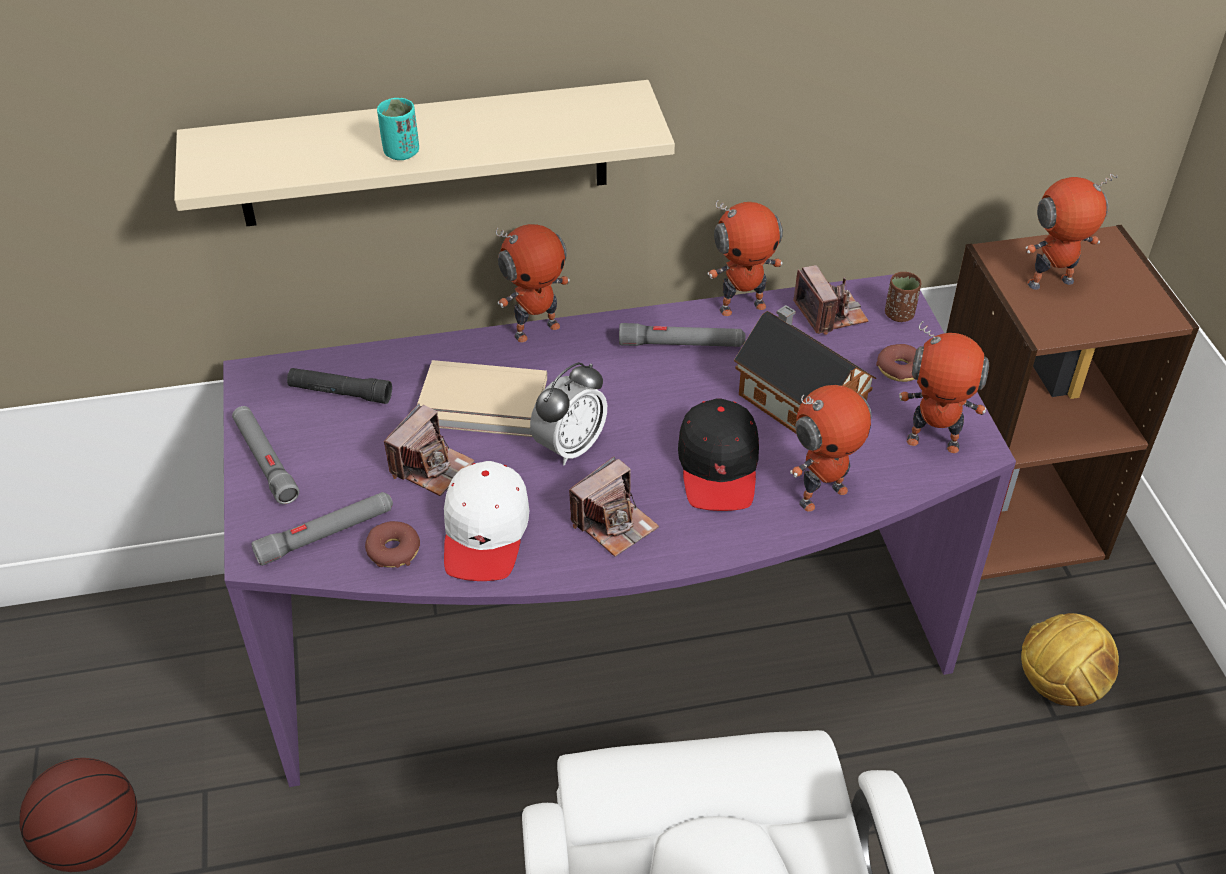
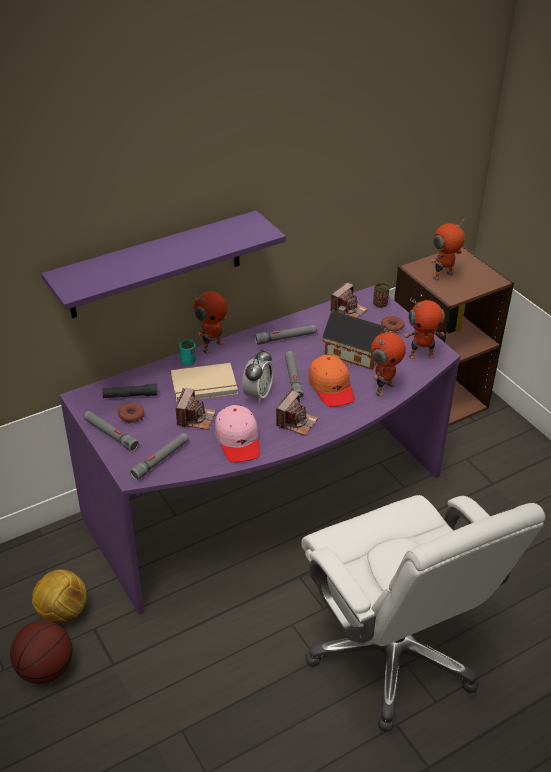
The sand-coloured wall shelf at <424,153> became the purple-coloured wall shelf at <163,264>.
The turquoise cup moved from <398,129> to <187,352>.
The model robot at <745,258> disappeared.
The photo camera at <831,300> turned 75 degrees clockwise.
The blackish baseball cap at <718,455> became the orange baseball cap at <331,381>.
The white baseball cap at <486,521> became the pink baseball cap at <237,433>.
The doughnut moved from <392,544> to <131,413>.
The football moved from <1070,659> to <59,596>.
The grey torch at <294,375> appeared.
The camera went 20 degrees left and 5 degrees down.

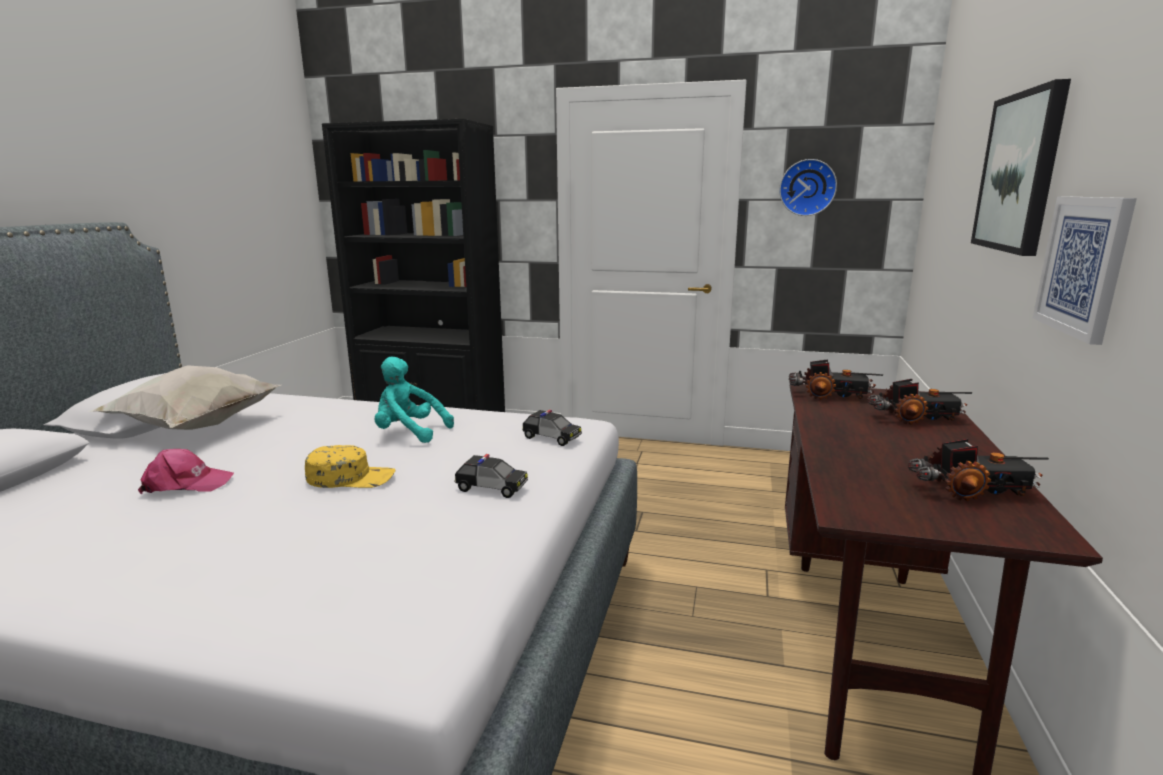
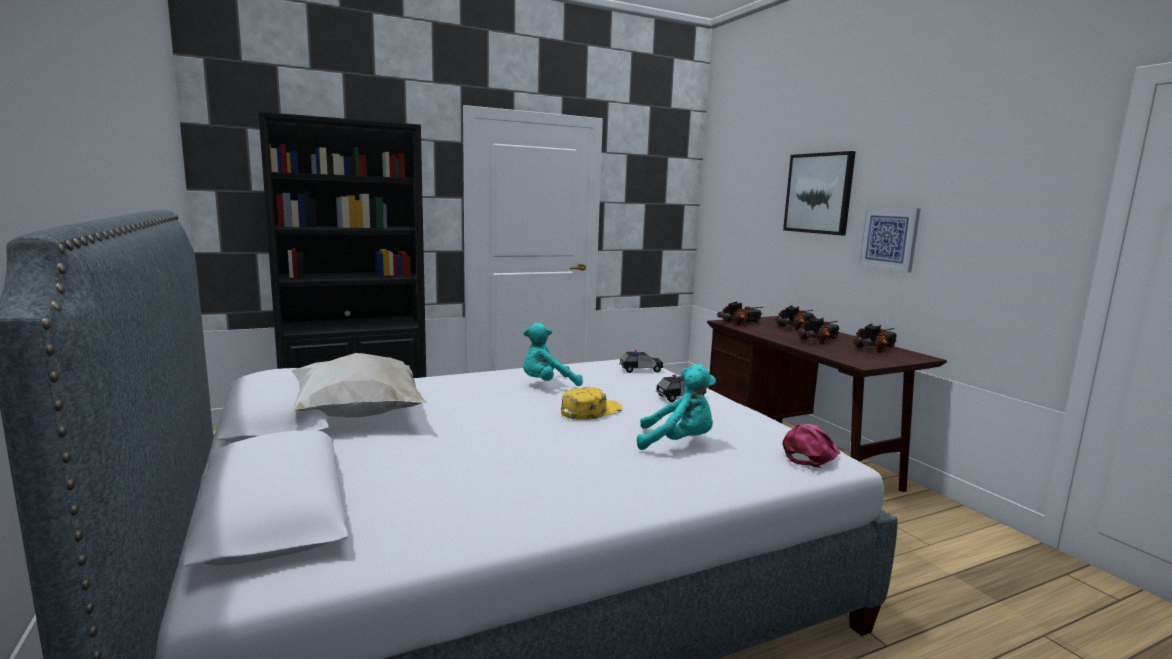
The clock on the wall at <808,187> disappeared.
The pink baseball cap moved from <186,472> to <811,446>.
The toy lorry at <818,330> appeared.
The turquoise soft toy at <676,407> appeared.
The camera went 40 degrees left and 5 degrees down.

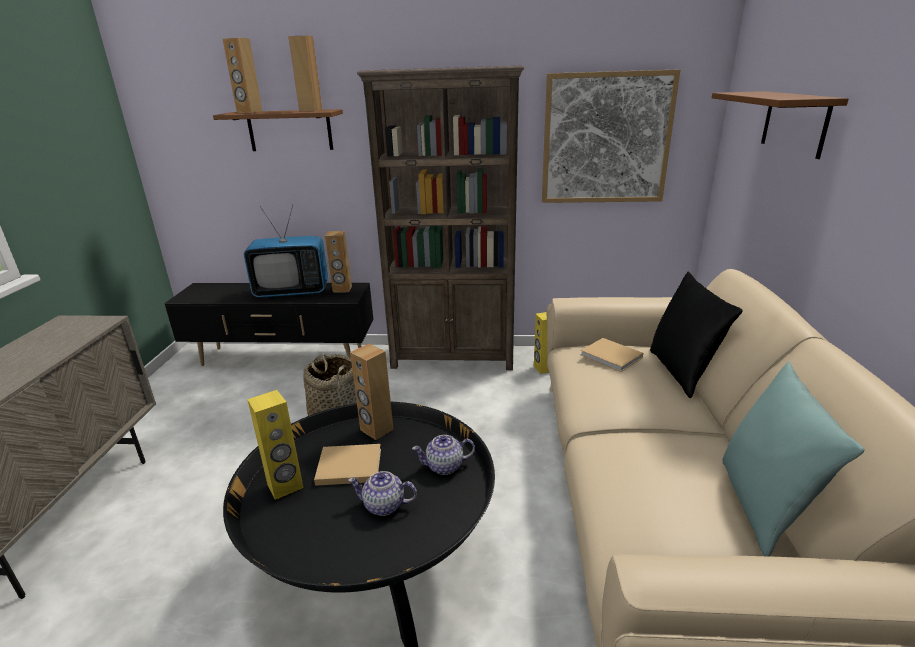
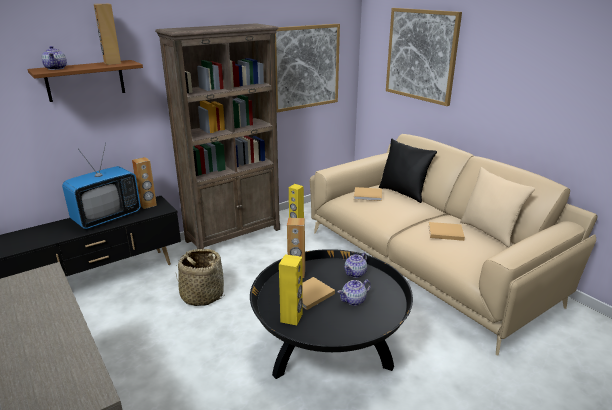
The brown-coloured speaker at <243,75> was replaced by the teapot at <54,58>.
The brown-coloured wall shelf at <780,125> was replaced by the picture at <424,57>.
The turquoise pillow at <793,459> became the sand-coloured pillow at <497,207>.
The sand-coloured book at <446,231> appeared.
The camera went 40 degrees left and 0 degrees up.

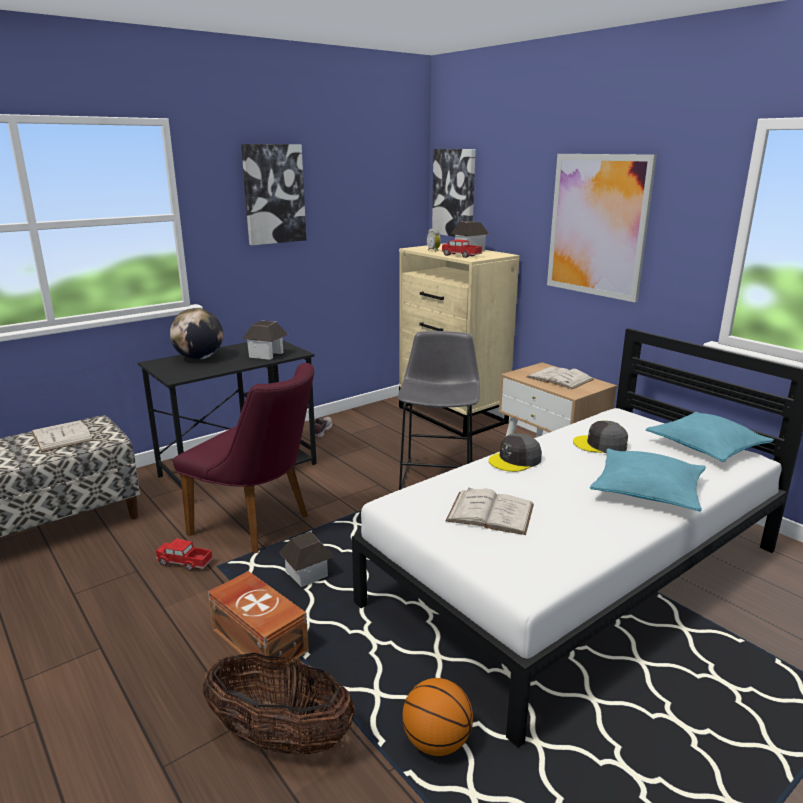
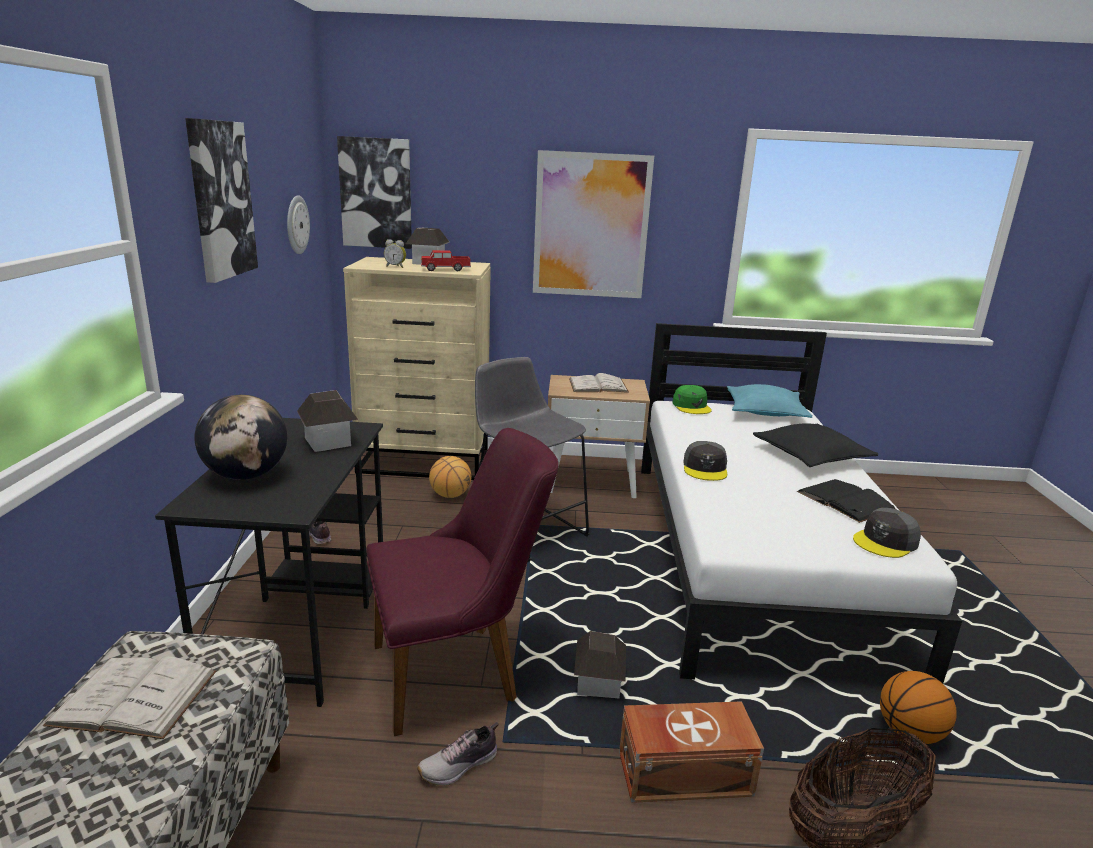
The grey baseball cap moved from <600,437> to <887,533>.
The turquoise pillow at <648,479> became the blackish pillow at <815,445>.
The white book at <490,511> disappeared.
The toy lorry at <185,554> was replaced by the shoe at <458,754>.
The clock on the wall at <298,224> appeared.
The green baseball cap at <692,399> appeared.
The ball for basketball at <450,477> appeared.
The blackish book at <847,501> appeared.
The camera went 50 degrees left and 0 degrees up.

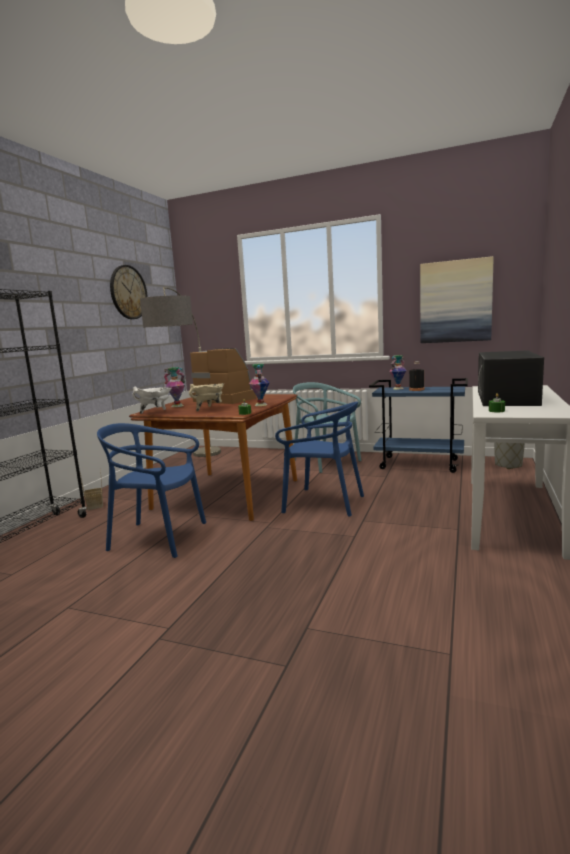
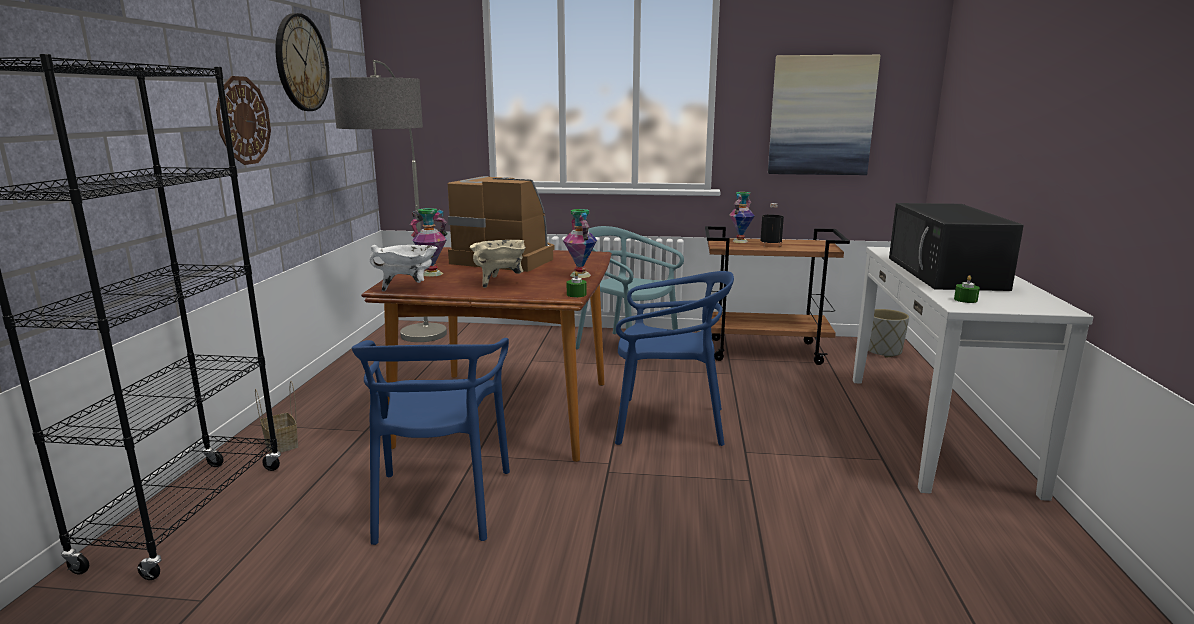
The blue cart at <418,425> became the brown-coloured cart at <777,295>.
The blue chair at <151,490> turned 90 degrees counterclockwise.
The clock on the wall at <243,120> appeared.
The camera went 15 degrees left and 5 degrees up.

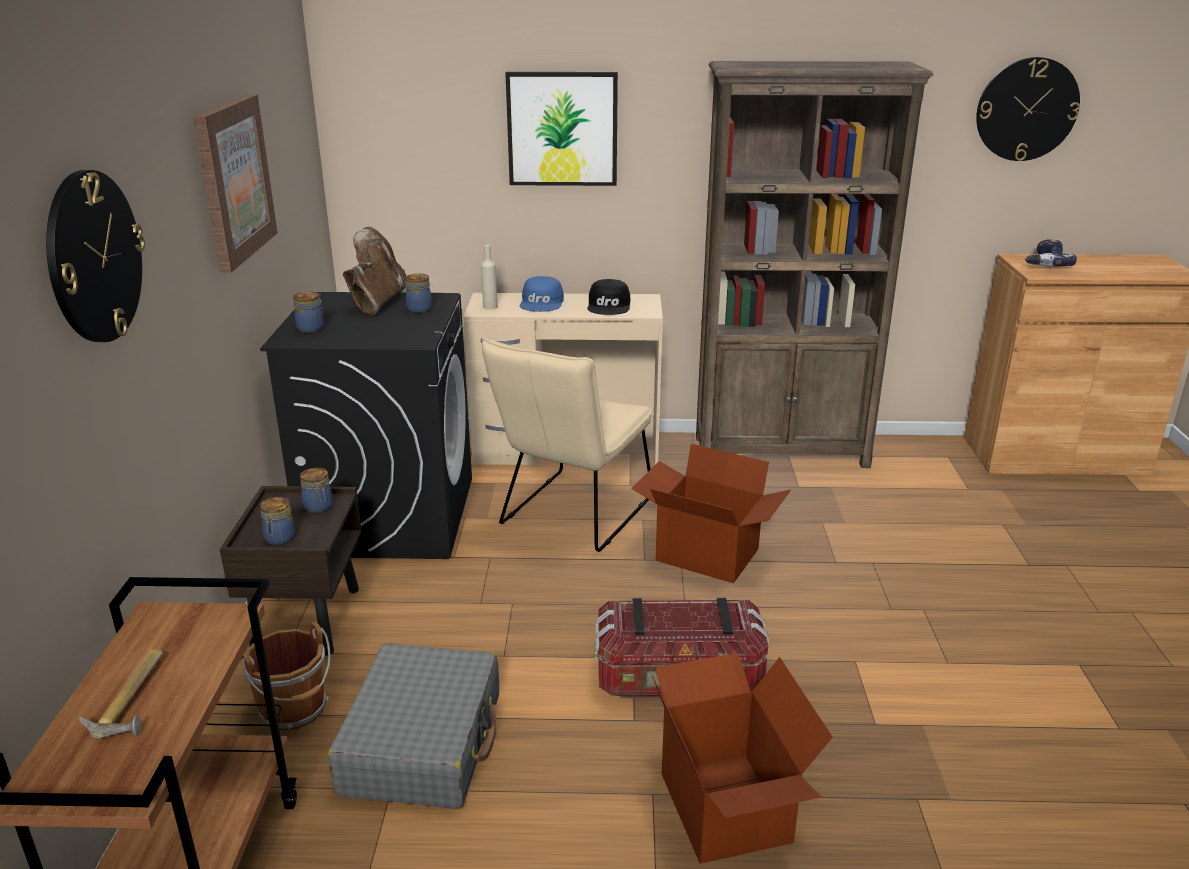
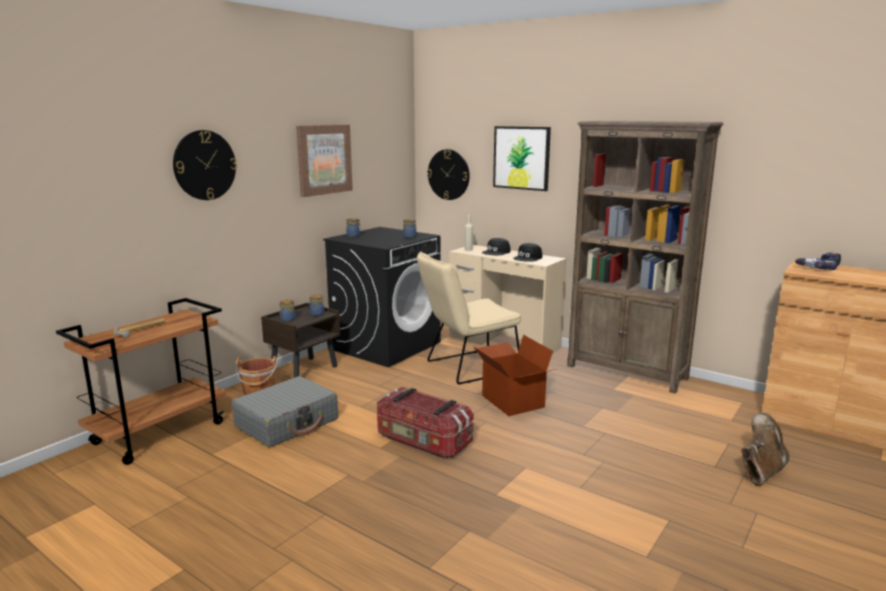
The clock on the wall moved from <1028,109> to <448,174>.
The brown-coloured boot moved from <374,271> to <765,449>.
The blue baseball cap at <542,294> became the blackish baseball cap at <496,246>.
The cardboard box at <742,758> disappeared.
The camera went 35 degrees right and 10 degrees down.

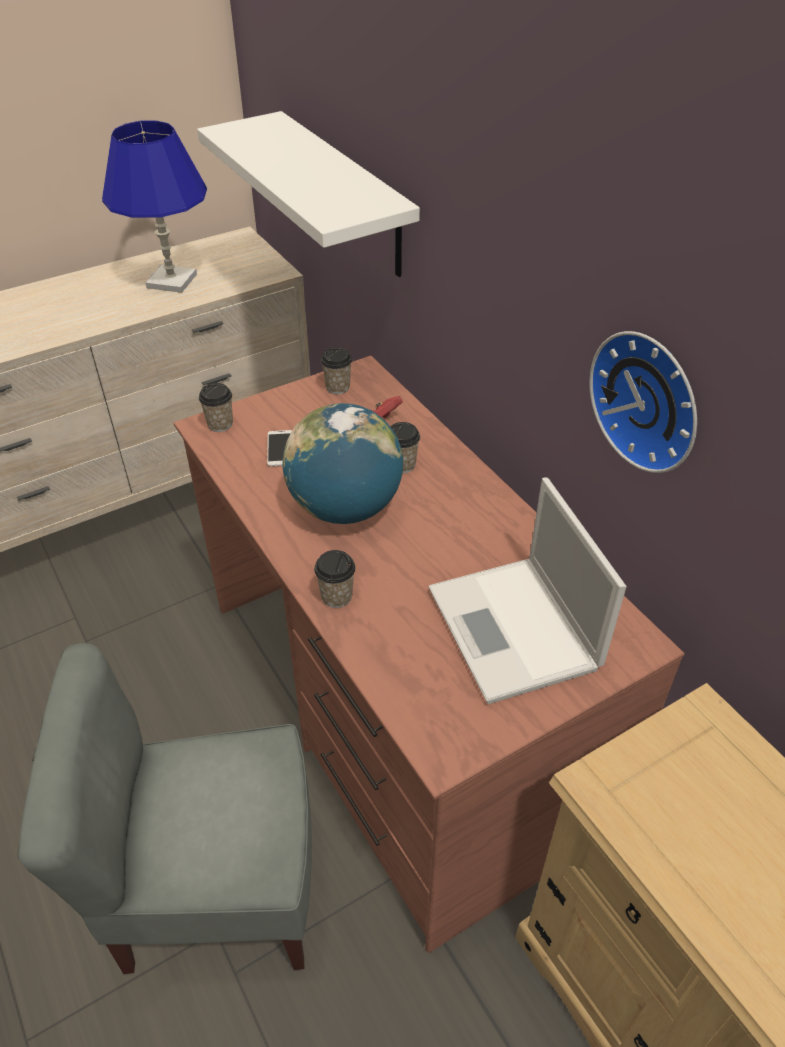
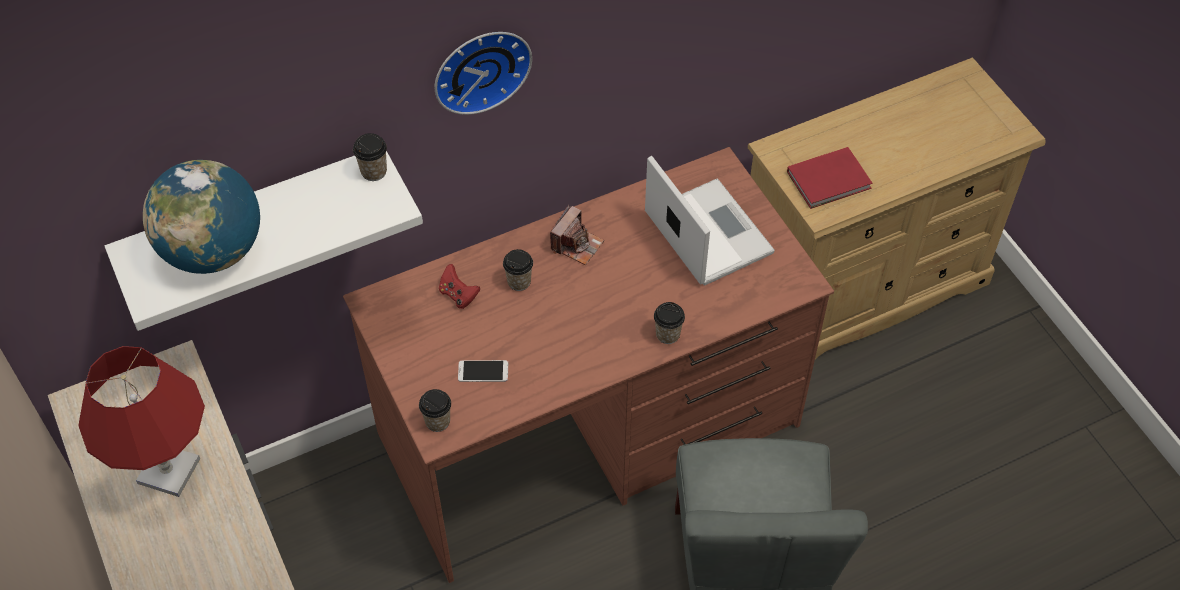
The blue table lamp at <154,206> became the red-coloured table lamp at <141,421>.
The clock on the wall moved from <643,402> to <483,73>.
The cup moved from <336,370> to <370,157>.
The world globe moved from <342,463> to <201,217>.
The laptop at <527,591> turned 105 degrees counterclockwise.
The red-coloured book at <830,178> appeared.
The photo camera at <577,235> appeared.
The camera went 85 degrees left and 10 degrees up.

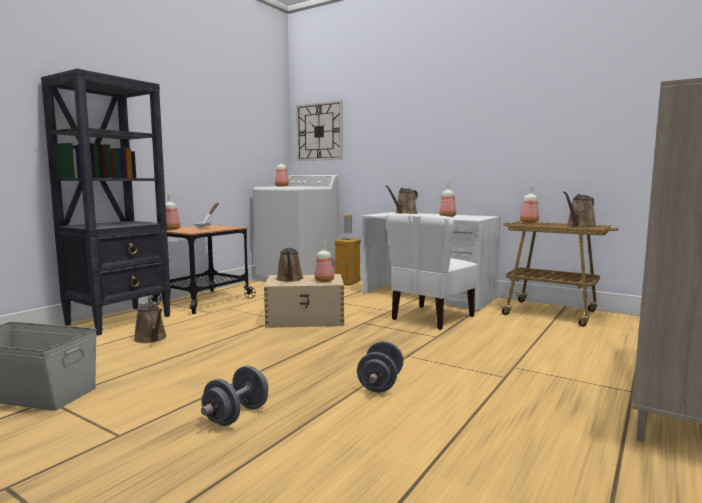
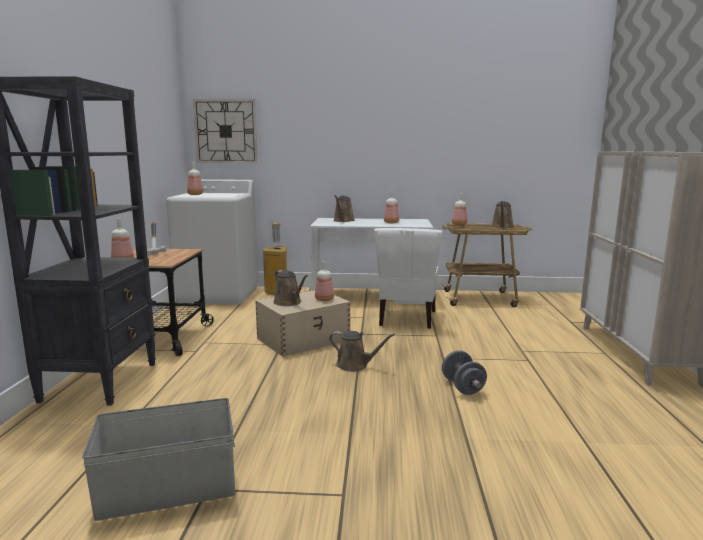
The brown-coloured sprinkling can moved from <150,323> to <362,351>.
The grey free weight at <234,396> disappeared.
The camera went 30 degrees left and 5 degrees up.

